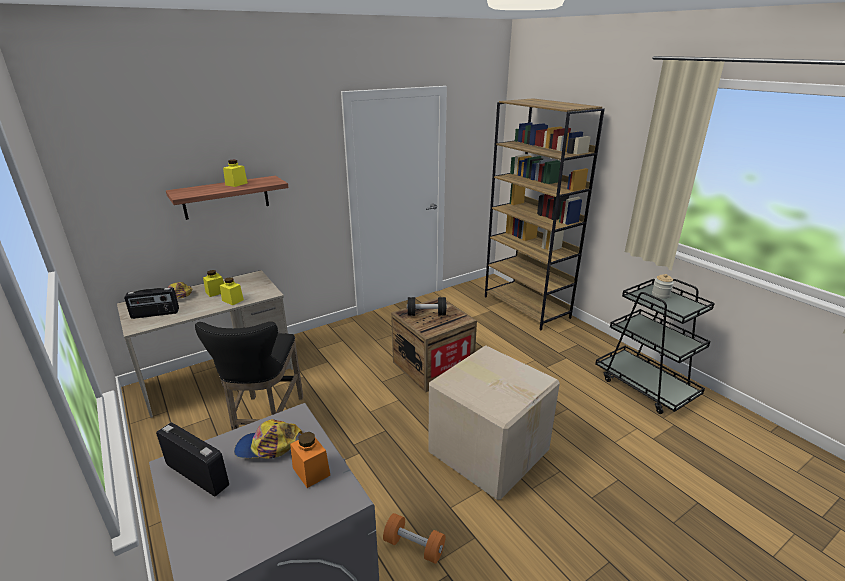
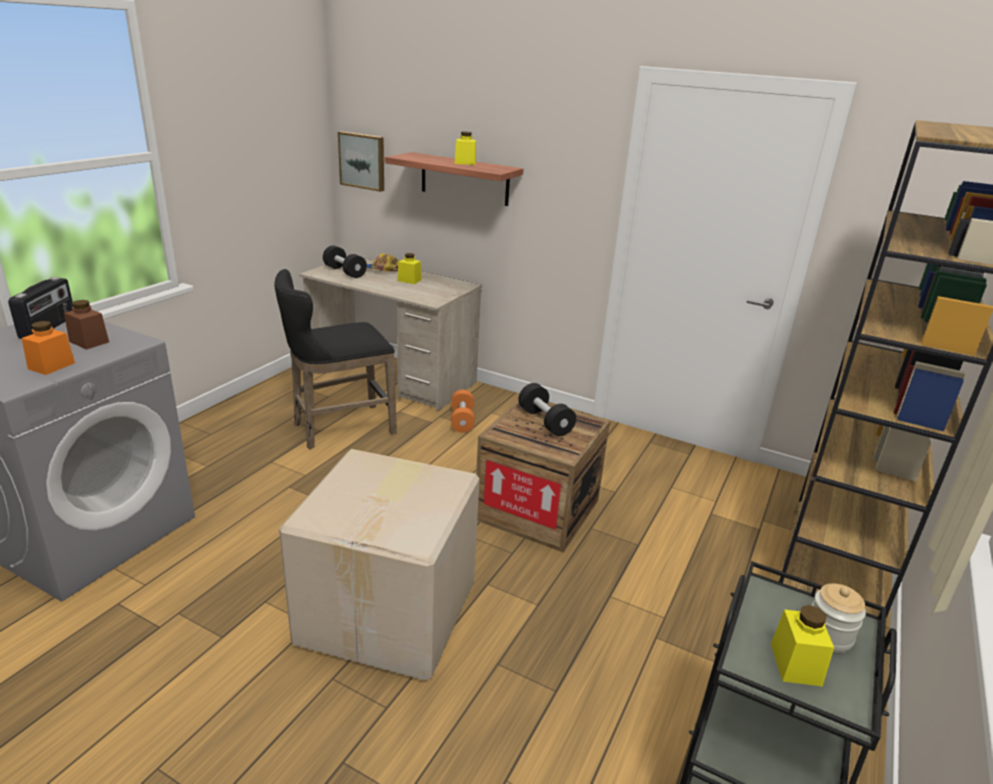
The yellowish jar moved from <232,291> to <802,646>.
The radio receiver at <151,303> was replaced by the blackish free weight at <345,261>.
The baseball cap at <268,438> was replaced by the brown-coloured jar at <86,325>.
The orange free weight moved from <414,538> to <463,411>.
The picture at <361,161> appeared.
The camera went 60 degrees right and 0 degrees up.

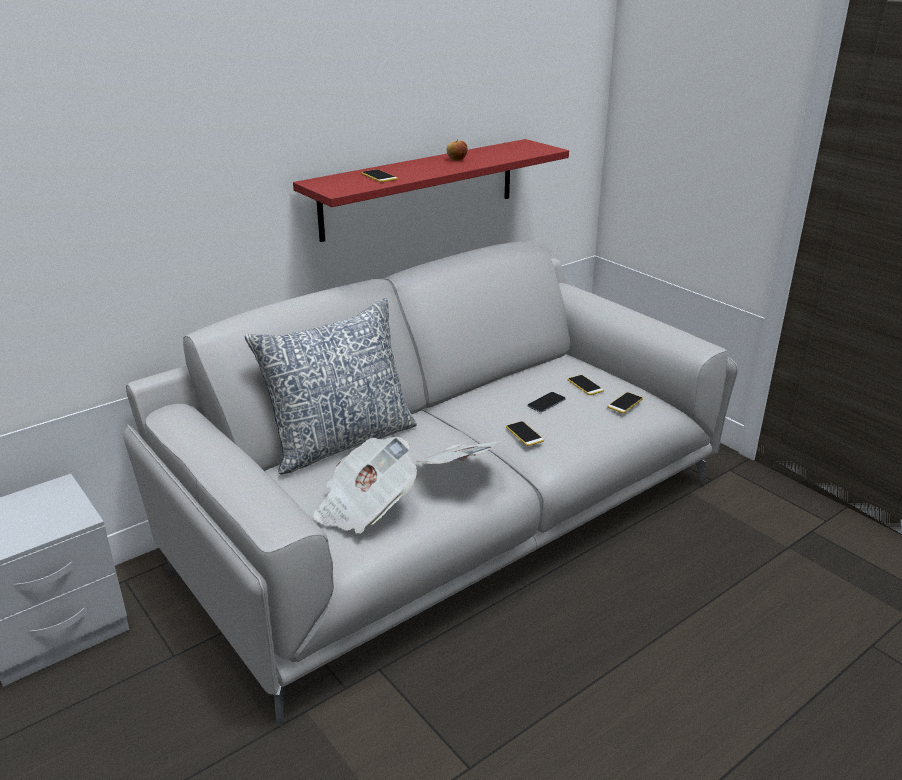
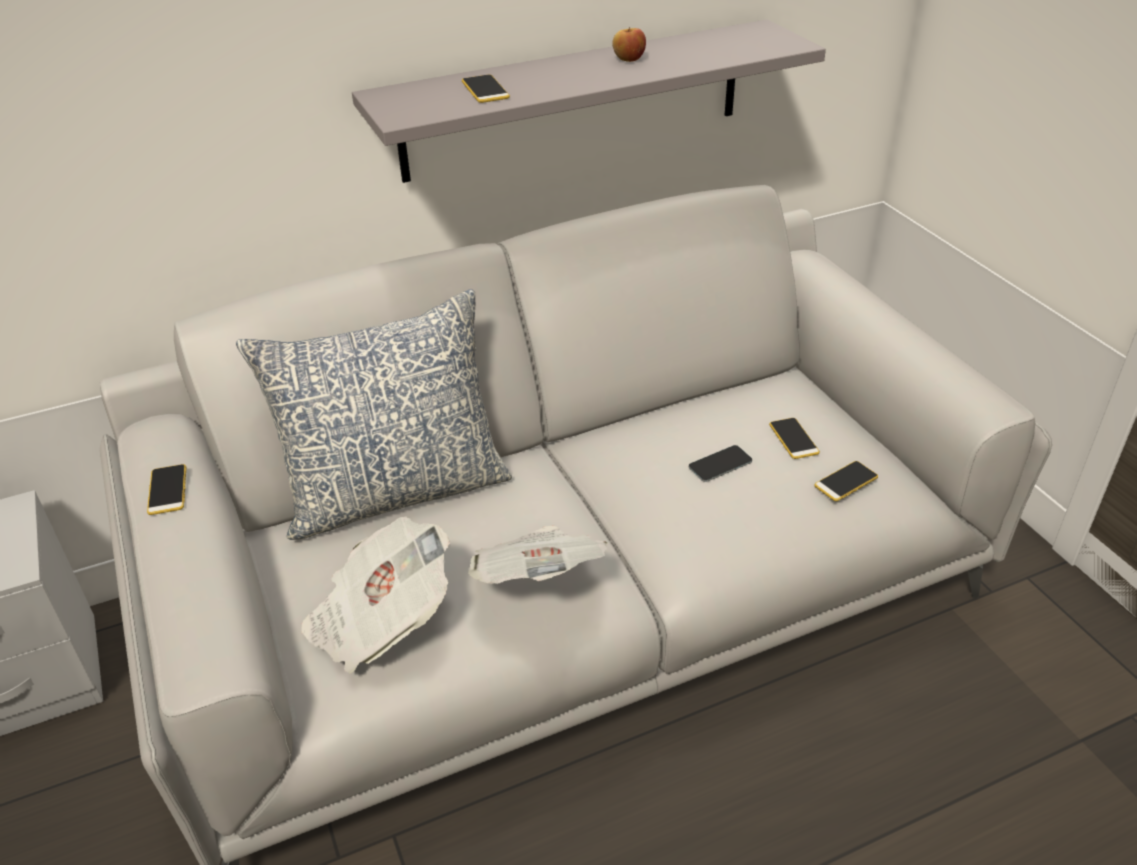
The red-coloured wall shelf at <431,190> became the grey wall shelf at <589,101>.
The phone moved from <525,433> to <166,489>.
The camera went 15 degrees right and 10 degrees up.

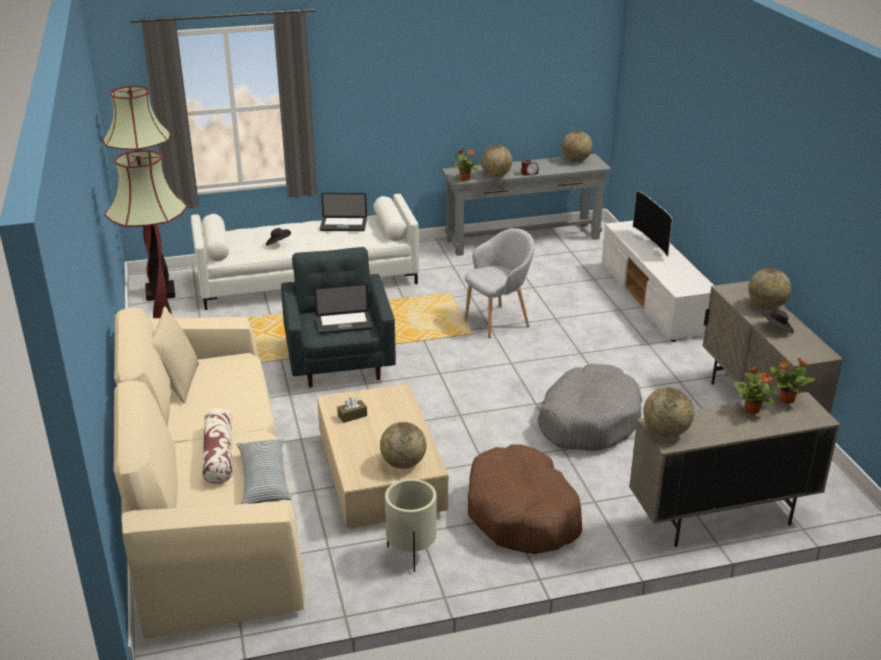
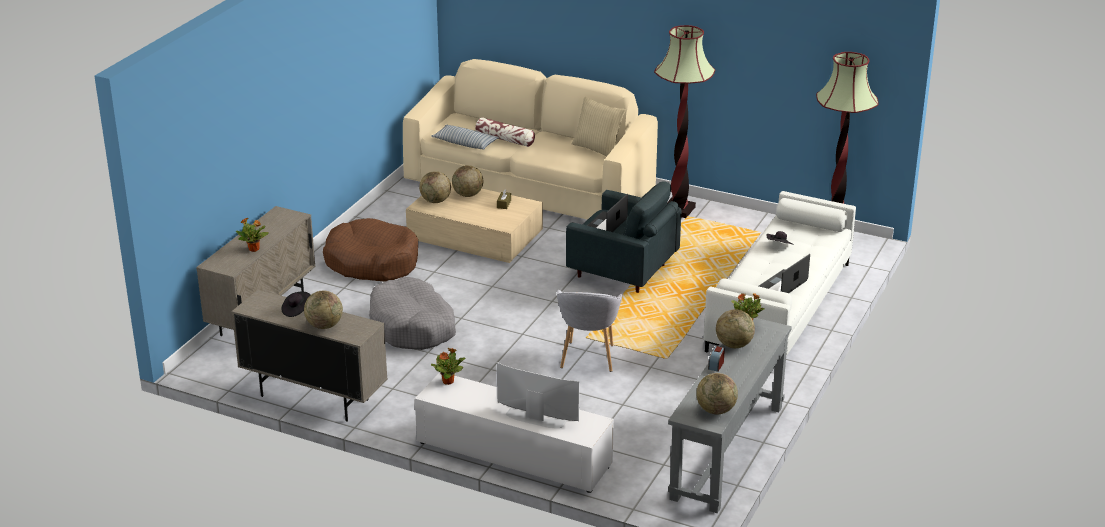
The potted plant moved from <792,381> to <448,366>.
The world globe moved from <668,412> to <467,181>.
The sand-coloured planter at <411,525> disappeared.
The camera went 130 degrees right and 0 degrees up.

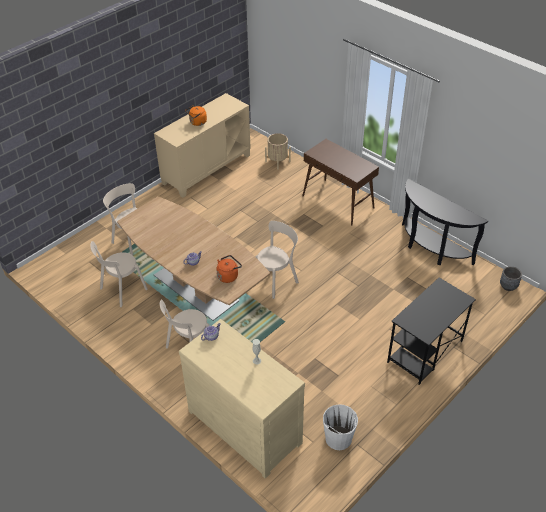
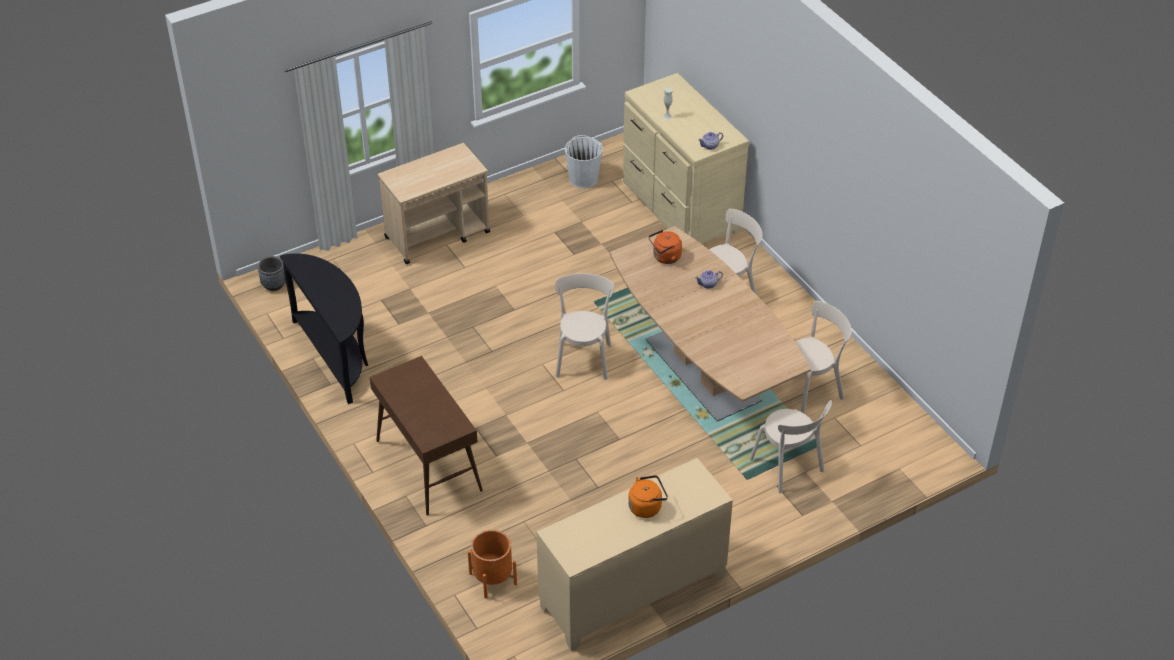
The sand-coloured planter at <278,151> became the orange planter at <492,564>.
The sand-coloured chair at <277,260> turned 120 degrees clockwise.
The blackish desk at <431,331> was replaced by the sand-coloured cart at <434,203>.
The camera went 165 degrees left and 0 degrees up.

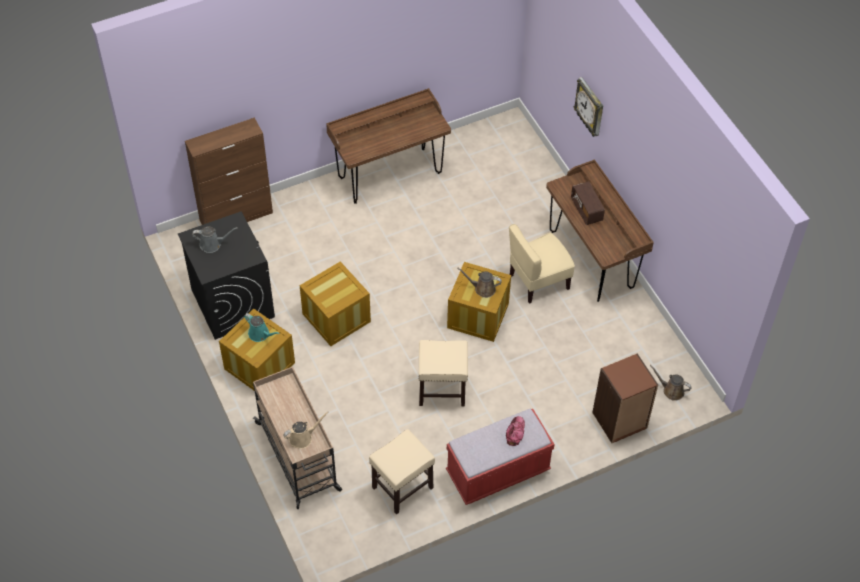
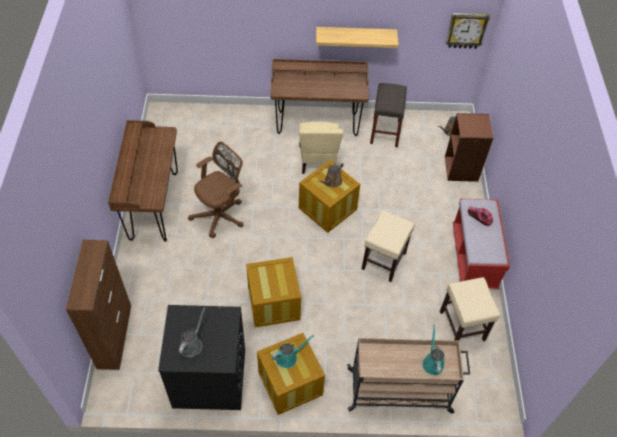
The clock on the wall moved from <588,107> to <468,31>.
The radio receiver at <588,203> disappeared.
The sand-coloured sprinkling can at <306,430> became the turquoise sprinkling can at <433,349>.
The wall shelf at <357,37> appeared.
The grey stool seat at <388,115> appeared.
The brown-coloured desk chair at <216,189> appeared.
The camera went 65 degrees left and 0 degrees up.

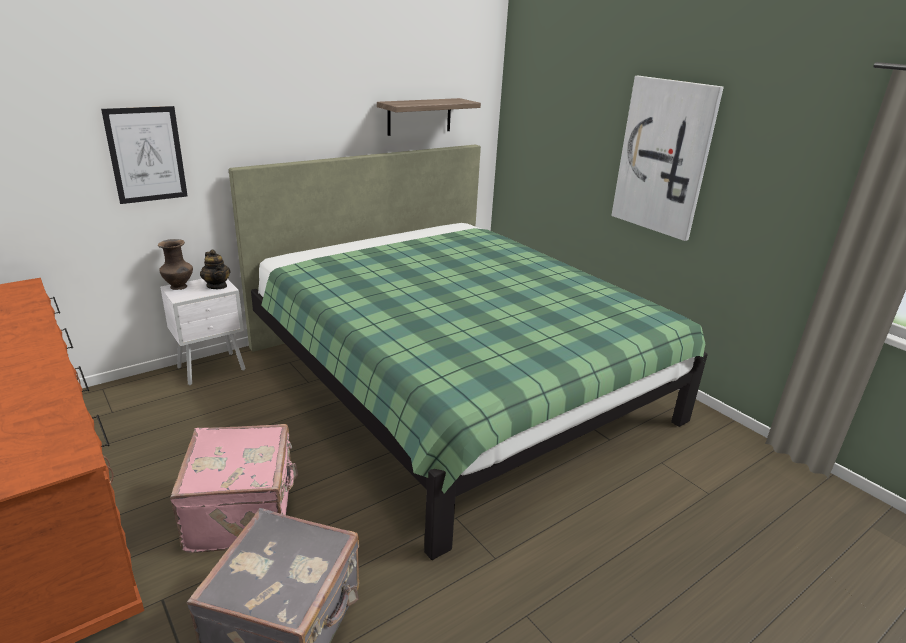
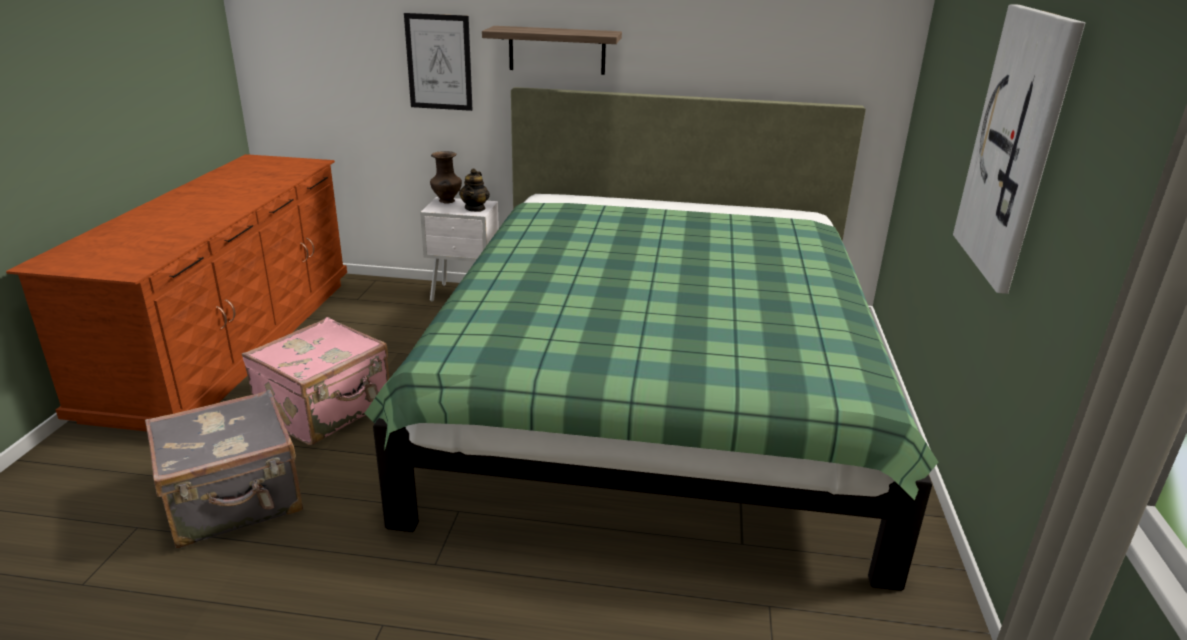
The wall shelf moved from <429,117> to <552,50>.
The camera went 45 degrees right and 0 degrees up.

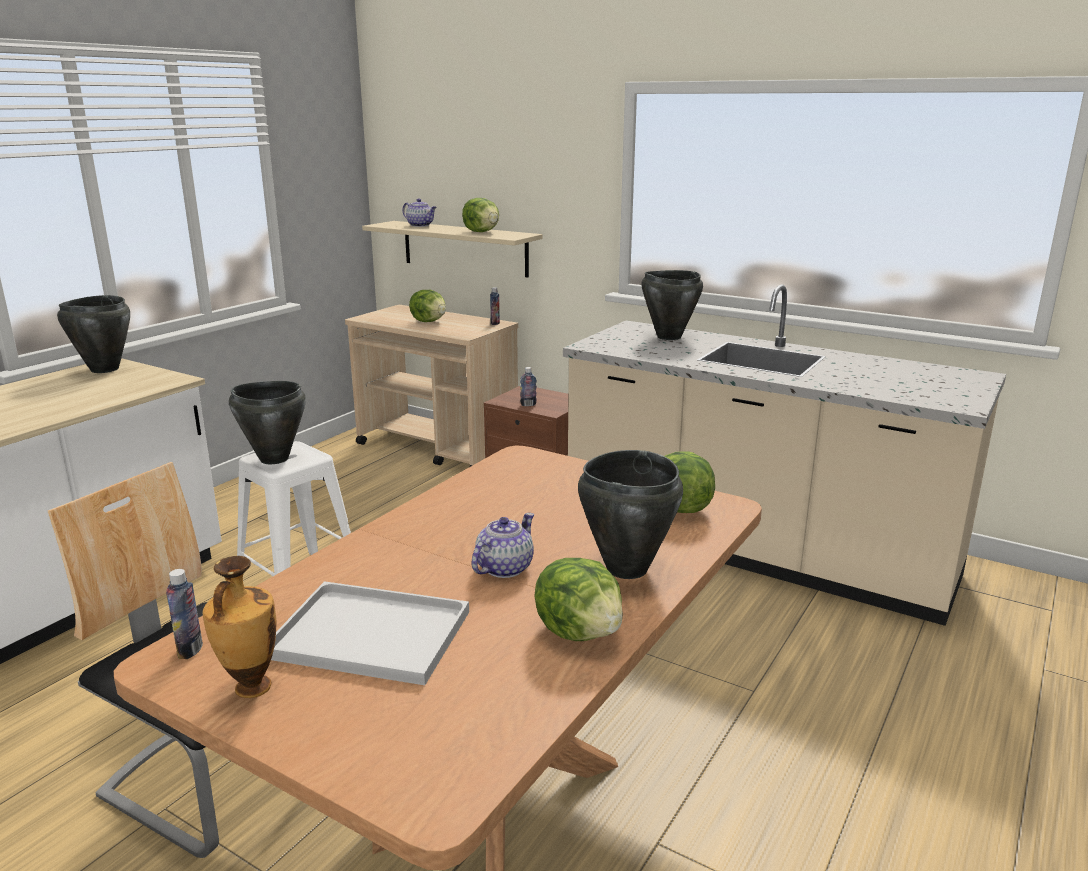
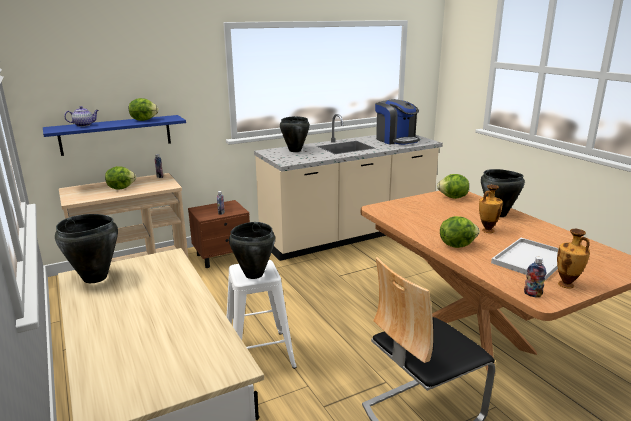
The sand-coloured wall shelf at <452,249> became the blue wall shelf at <114,135>.
The teapot at <503,545> was replaced by the decorative vase at <491,209>.
The lettuce head moved from <578,599> to <460,232>.
The coffee machine at <397,122> appeared.
The camera went 60 degrees left and 0 degrees up.

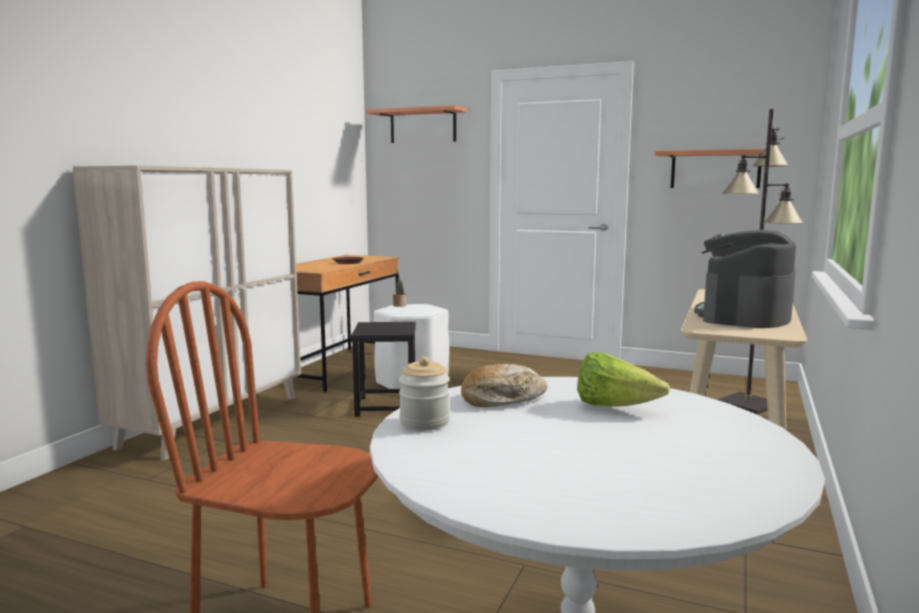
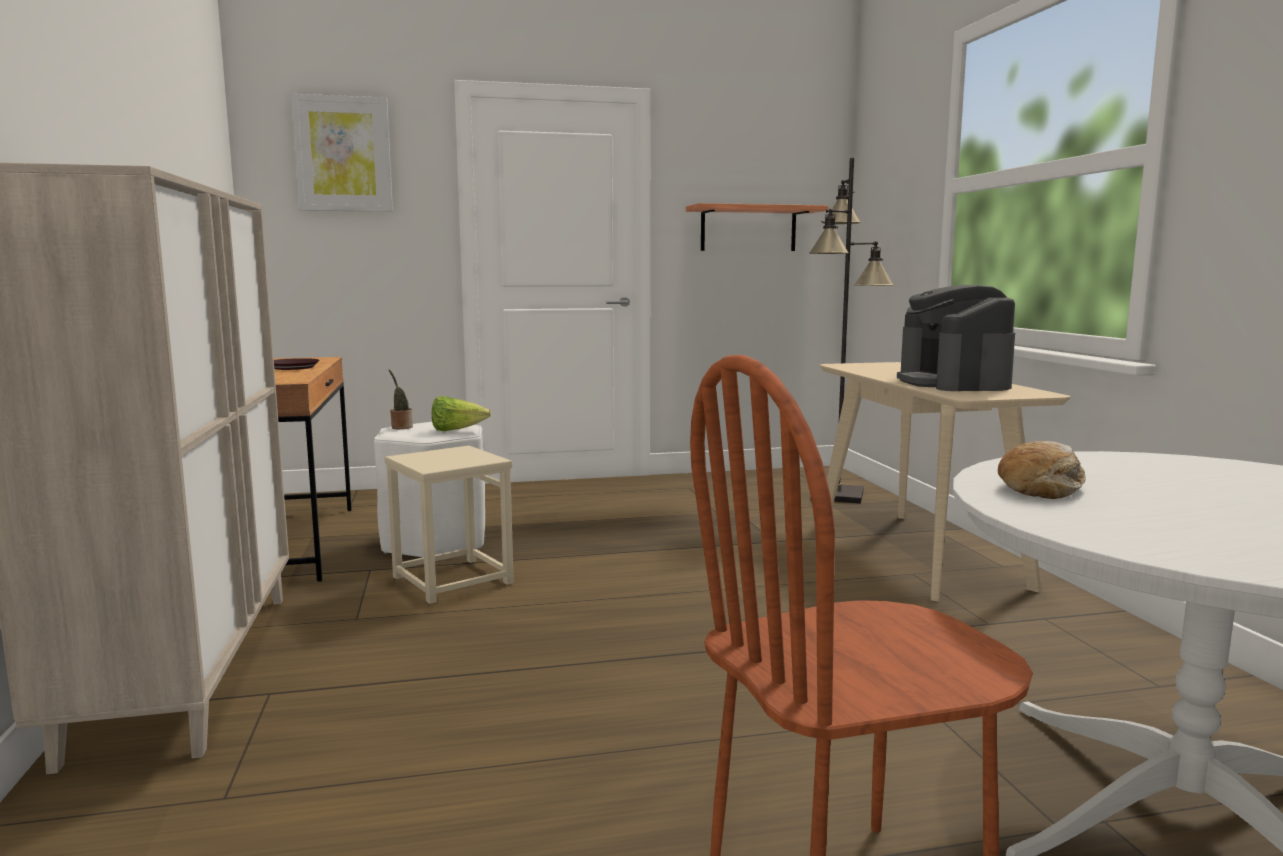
The wall shelf at <416,124> was replaced by the picture at <342,153>.
The blackish stool seat at <383,369> became the sand-coloured stool seat at <449,524>.
The lettuce head moved from <623,379> to <461,413>.
The jar at <424,393> disappeared.
The camera went 35 degrees left and 0 degrees up.

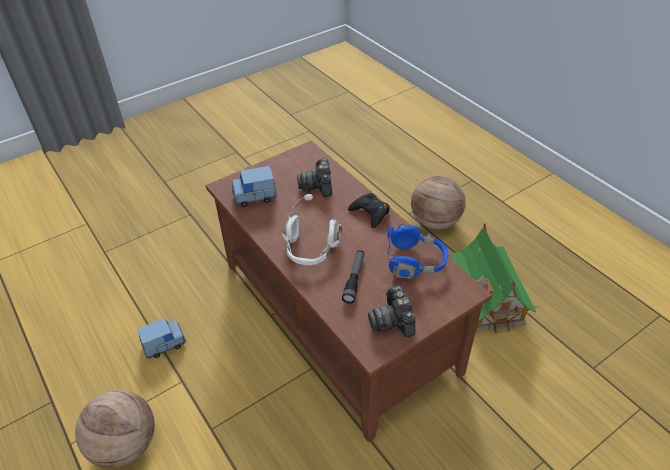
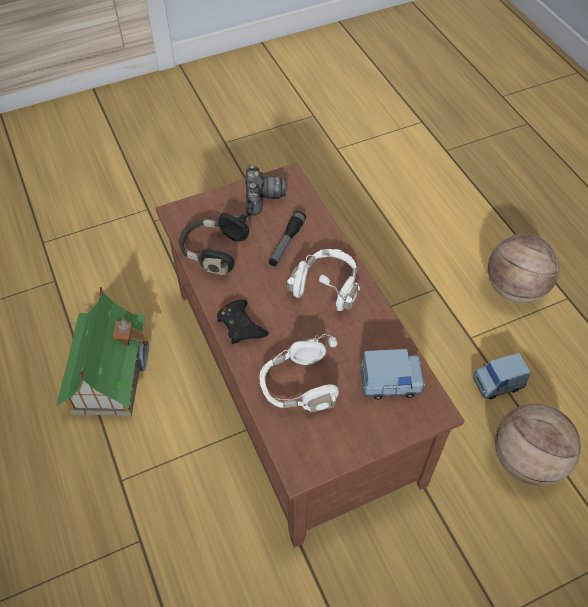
The photo camera at <314,177> was replaced by the white pair of headphones at <299,373>.
The ball for basketball moved from <438,202> to <538,444>.
The blue pair of headphones at <418,251> became the blackish pair of headphones at <215,244>.
The camera went 170 degrees left and 10 degrees up.

